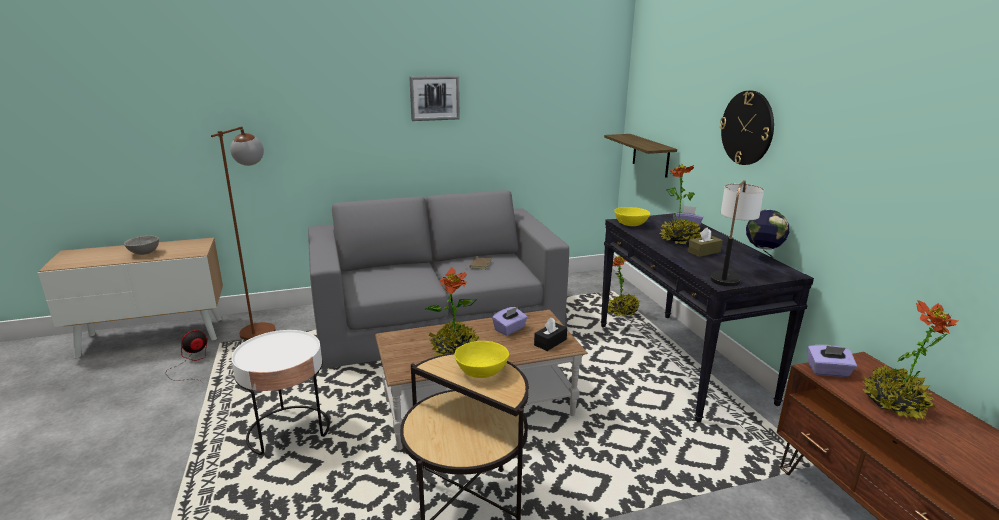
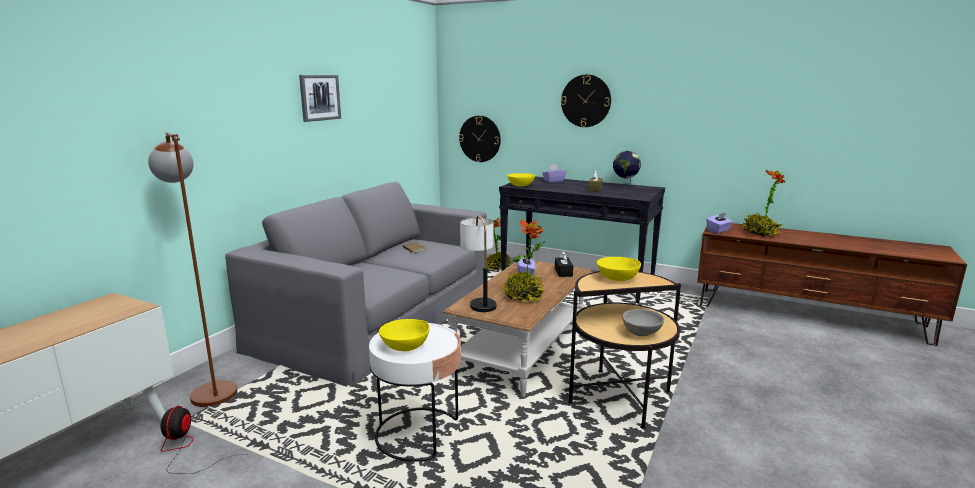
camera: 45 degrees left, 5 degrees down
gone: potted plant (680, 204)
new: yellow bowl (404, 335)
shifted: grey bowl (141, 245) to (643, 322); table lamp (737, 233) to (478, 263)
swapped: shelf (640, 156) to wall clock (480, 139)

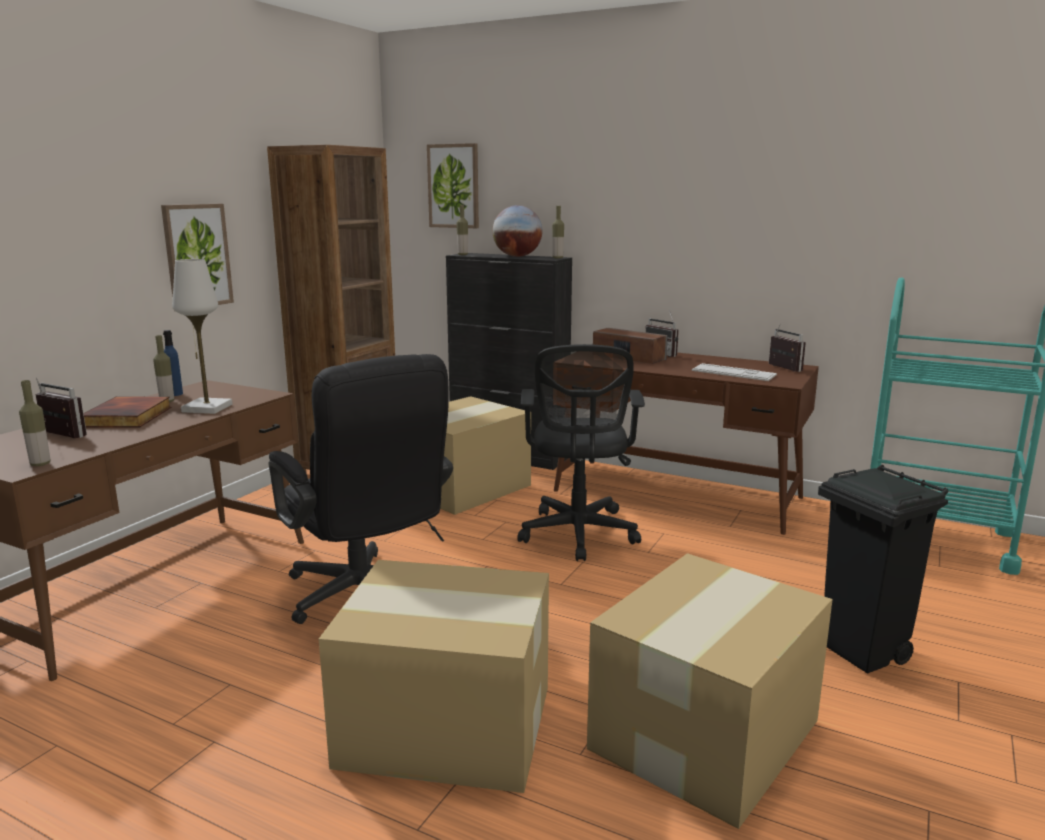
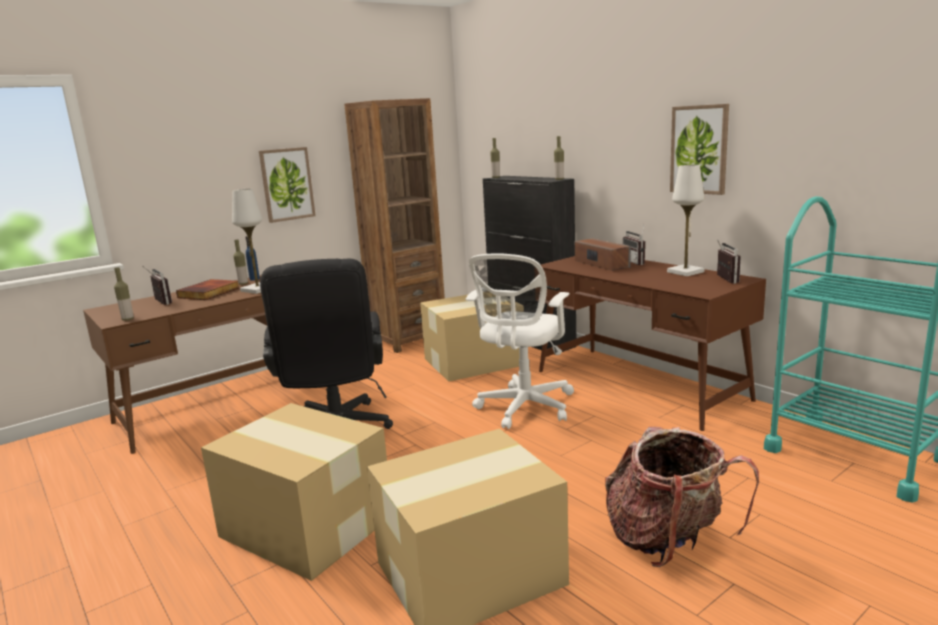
camera: 25 degrees right, 0 degrees up
gone: globe (517, 231); keyboard (734, 372)
new: white table lamp (685, 220)
shifted: picture (453, 185) to (699, 149)
swapped: black trash can (883, 569) to backpack (682, 497)
repainted: black office chair (581, 452) to white office chair (519, 341)

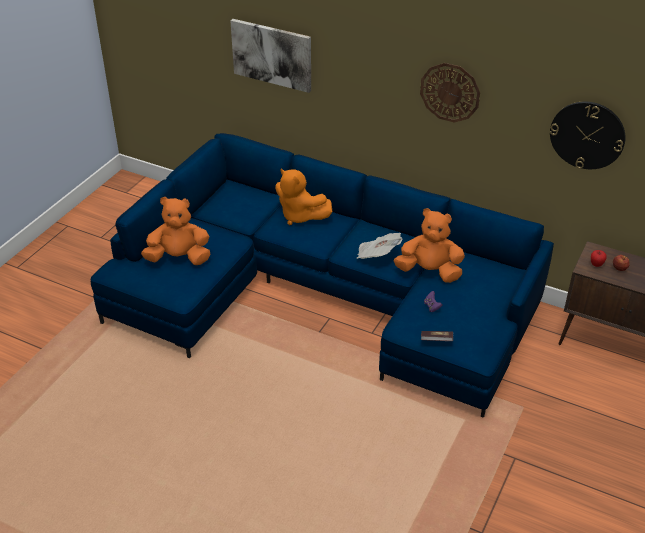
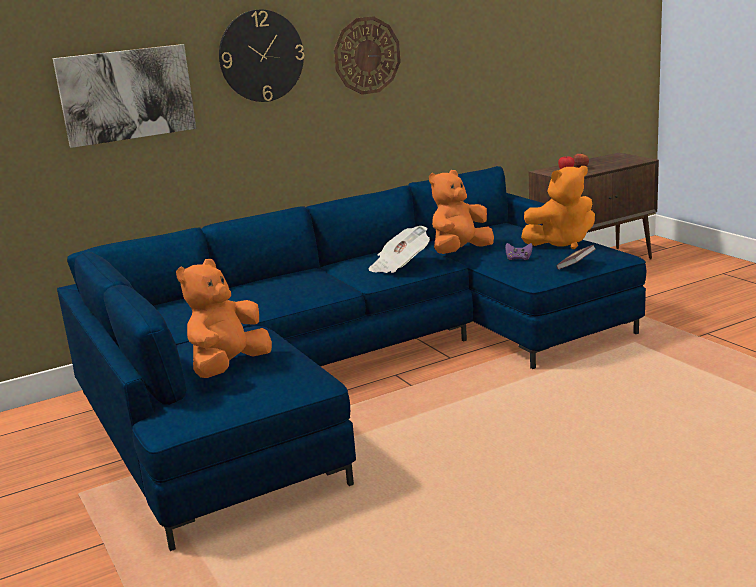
camera: 55 degrees left, 20 degrees down
shifted: orange plush toy (304, 197) to (558, 207); wall clock (587, 135) to (261, 56)

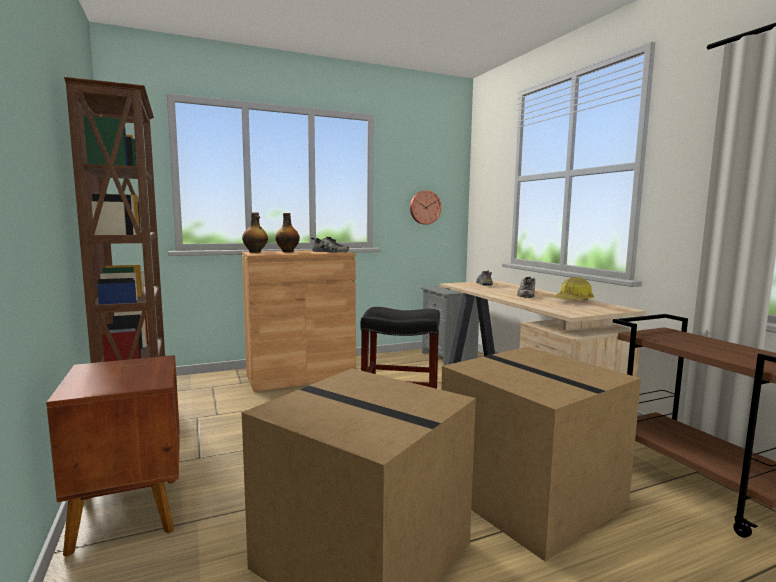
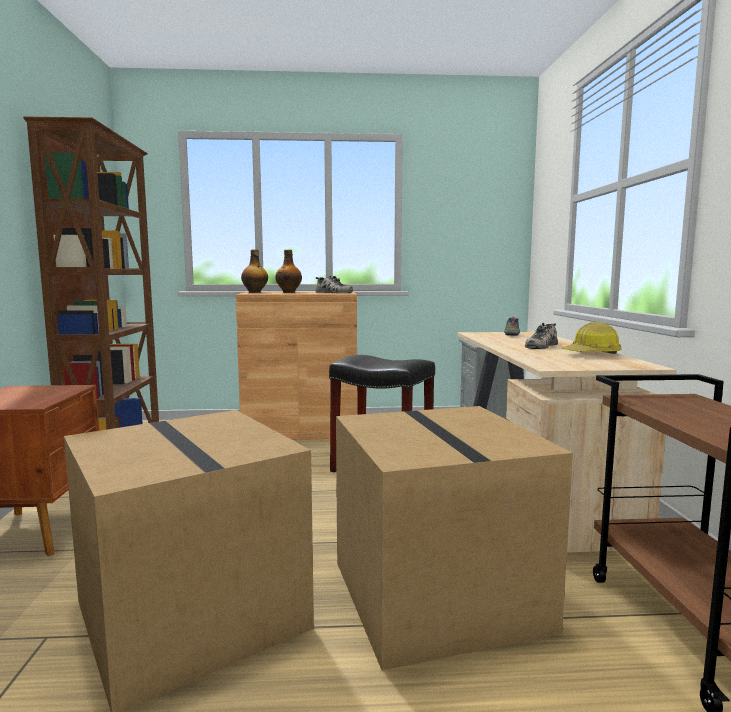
camera: 20 degrees right, 0 degrees up
gone: wall clock (425, 208)

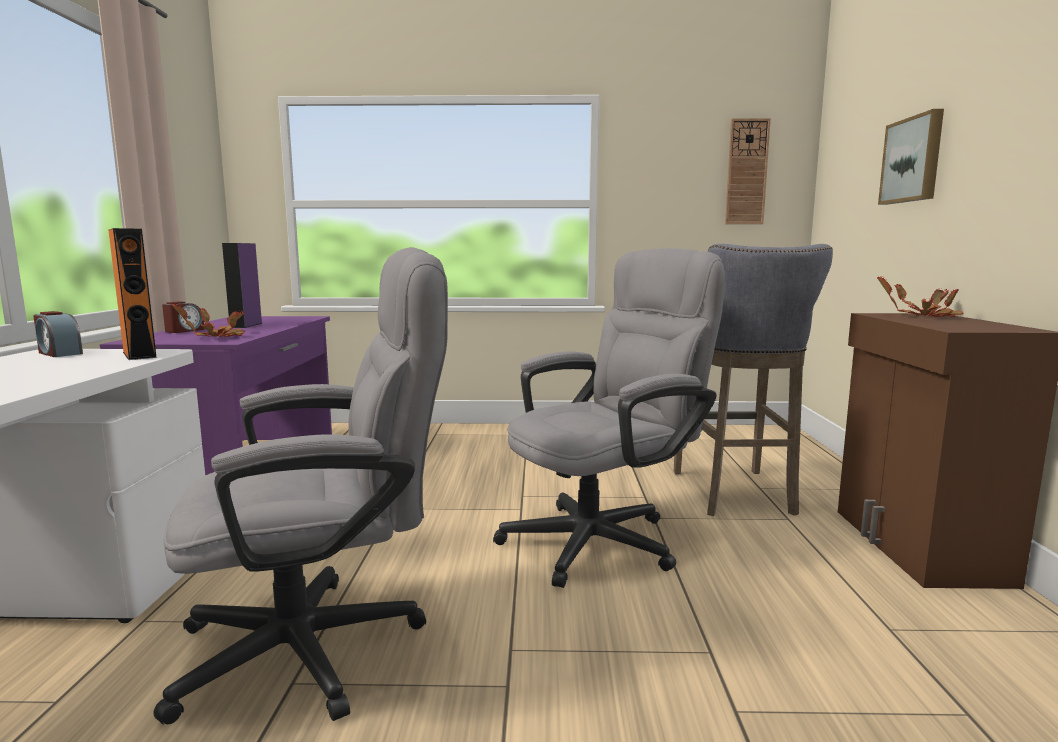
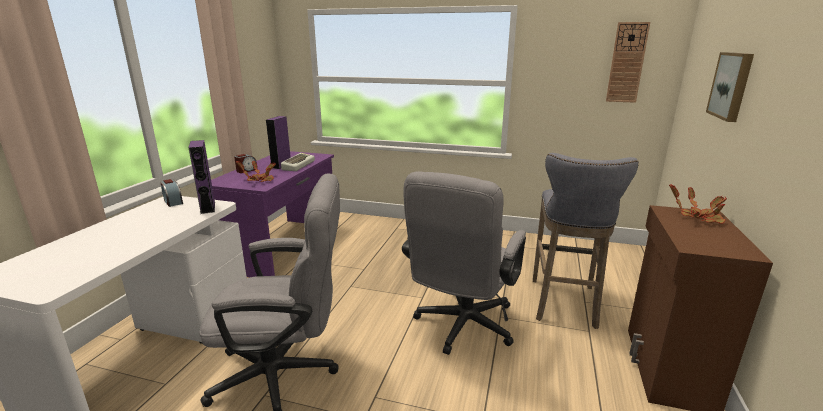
camera: 15 degrees right, 10 degrees up
new: keyboard (298, 162)
repainted: orange speaker (132, 294) to purple speaker (201, 177)
rotated: grey office chair (609, 418) = (464, 263) 135 degrees clockwise

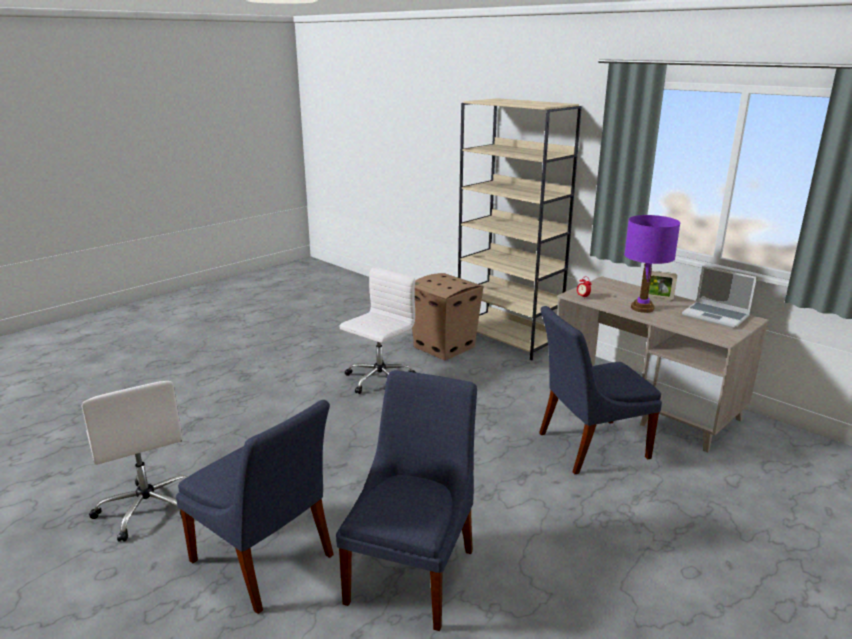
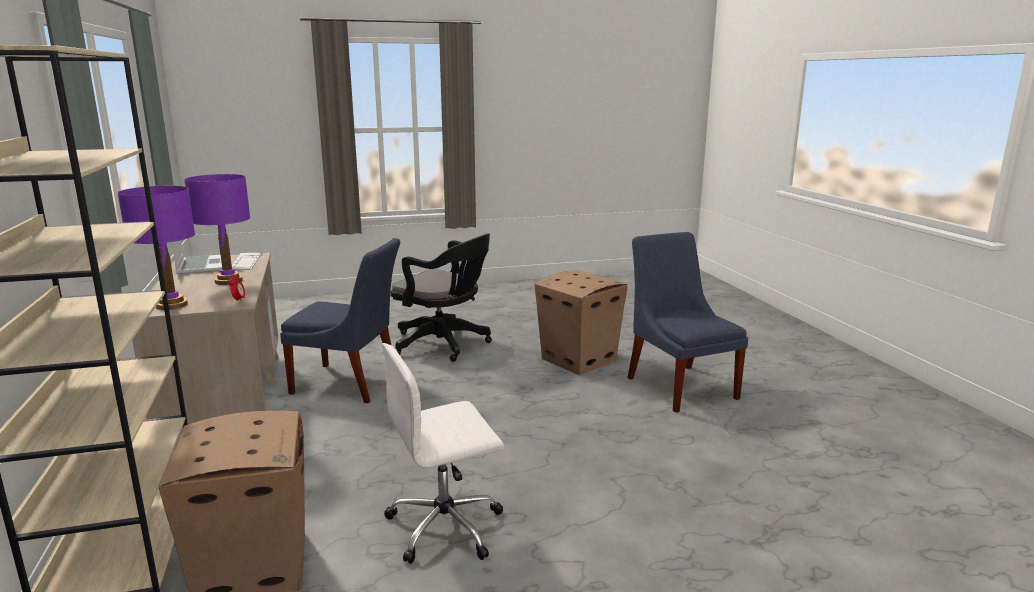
camera: 150 degrees left, 5 degrees down
gone: white office chair (135, 461); picture frame (662, 286)
new: purple table lamp (156, 248); keyboard (246, 261); black office chair (441, 298)
swapped: blue chair (406, 500) to cardboard box (581, 323)

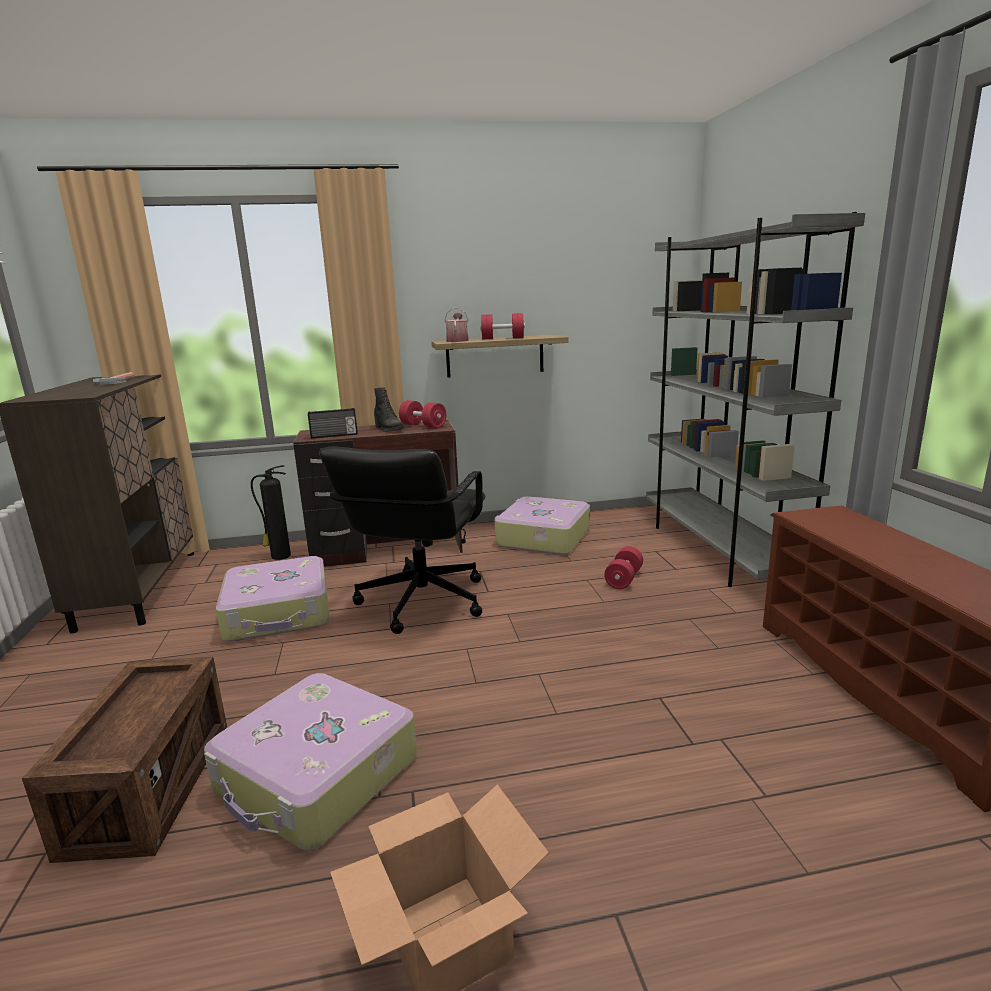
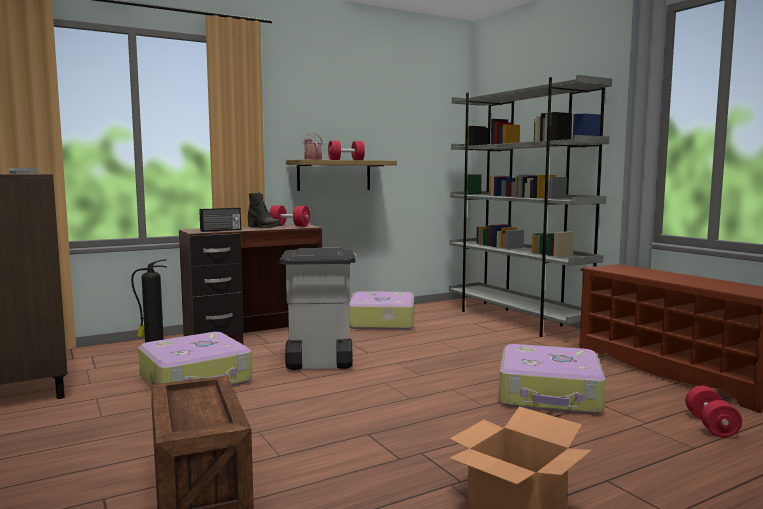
camera: 20 degrees left, 10 degrees down
shifted: suitcase (310, 761) to (552, 379); red dumbbell (623, 567) to (713, 412)
swapped: black office chair (402, 540) to grey trash can (318, 309)

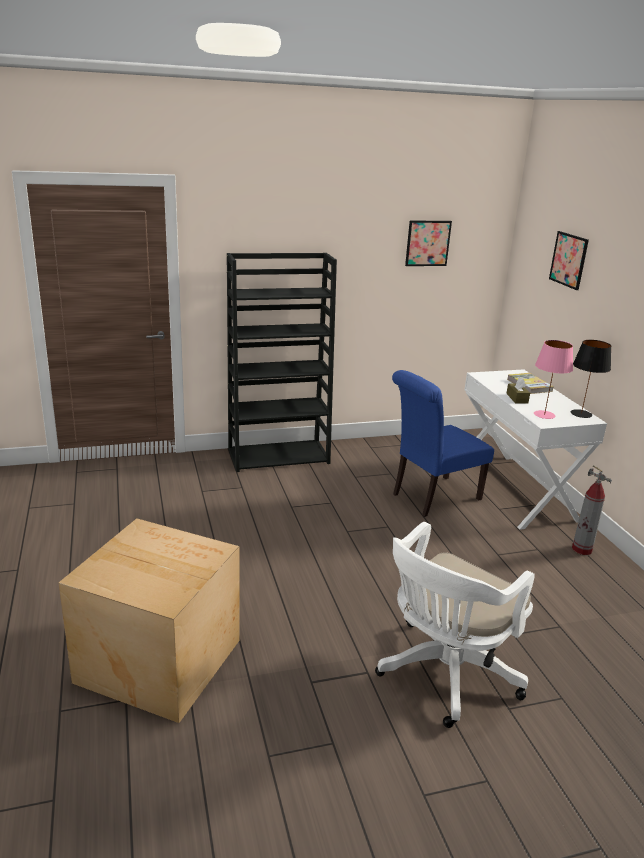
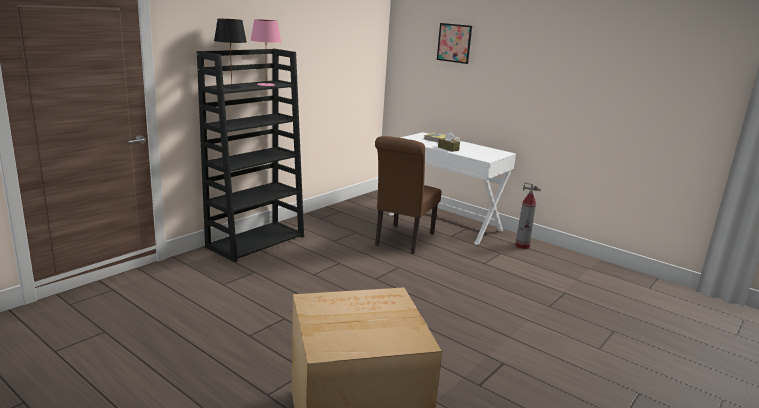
camera: 35 degrees left, 5 degrees down
gone: white office chair (455, 625); picture (428, 243)
shifted: pink table lamp (553, 379) to (266, 52); black table lamp (591, 379) to (230, 54)
repainted: blue chair (443, 443) to brown chair (408, 195)

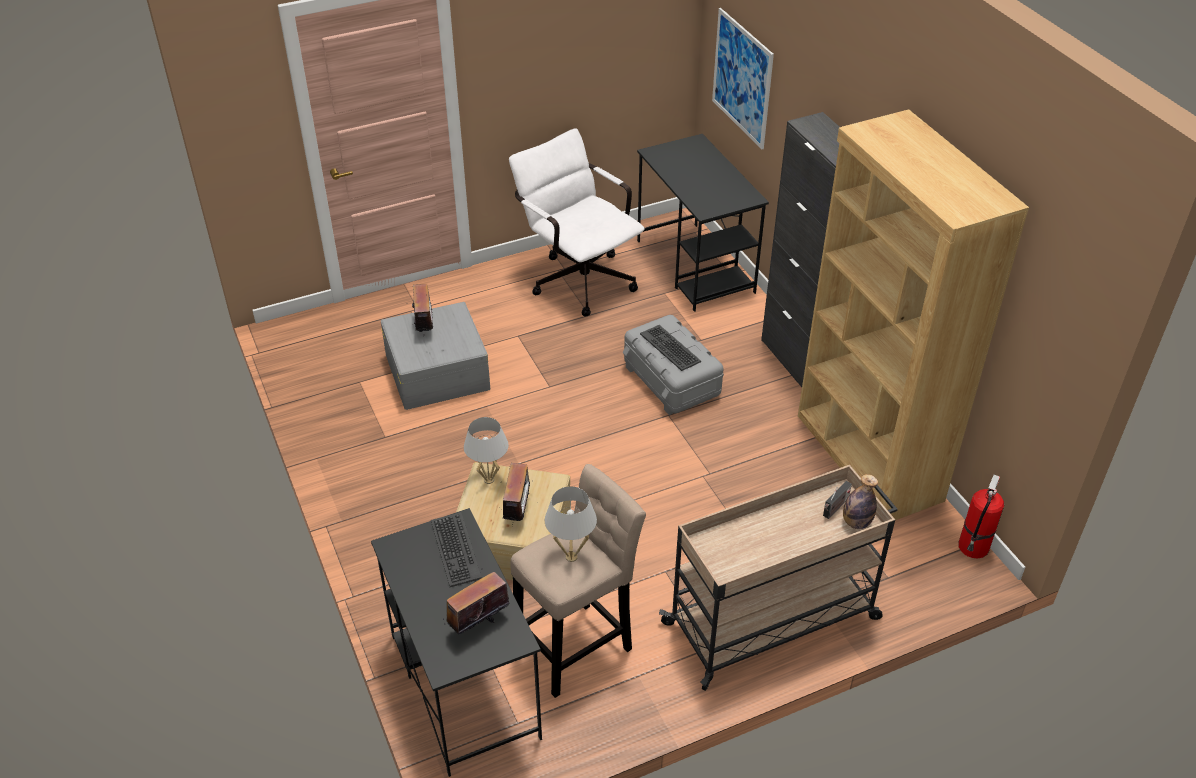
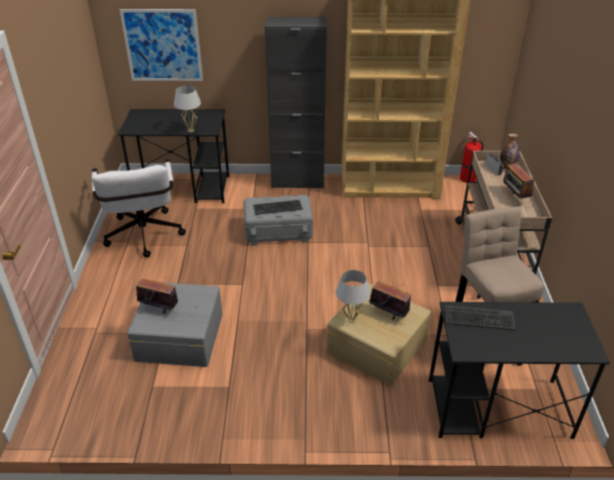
camera: 65 degrees left, 5 degrees down
shifted: radio (476, 603) to (518, 181); white table lamp (571, 524) to (187, 108)
rotated: white office chair (577, 223) = (139, 208) 90 degrees counterclockwise

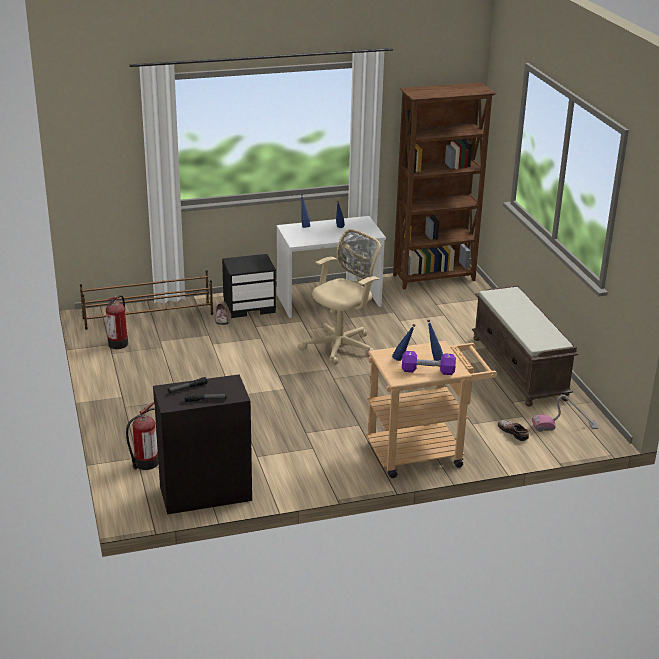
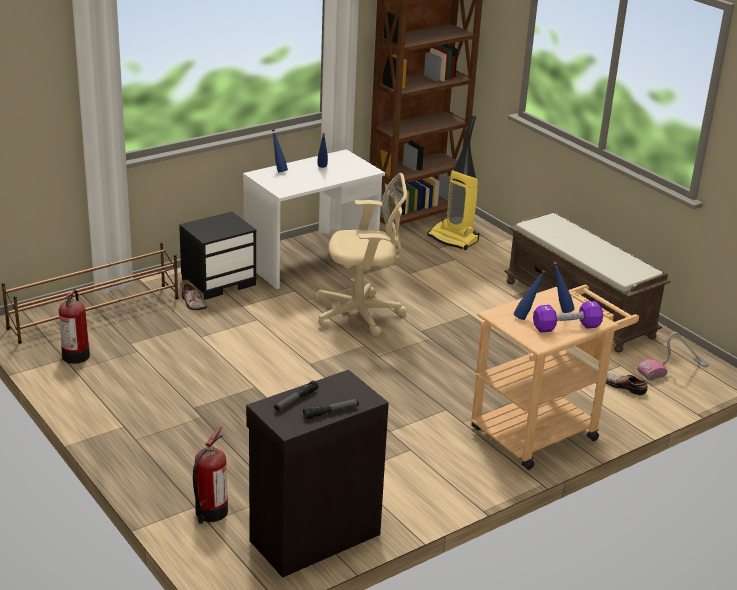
camera: 20 degrees left, 0 degrees up
new: vacuum cleaner (453, 182)
rotated: beige office chair (339, 297) = (360, 255) 60 degrees clockwise

